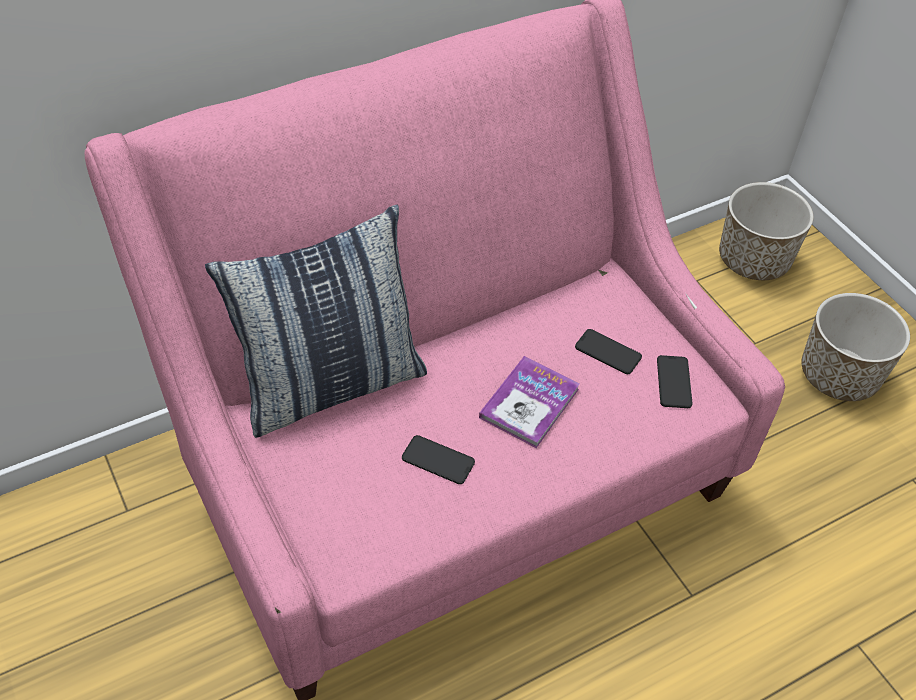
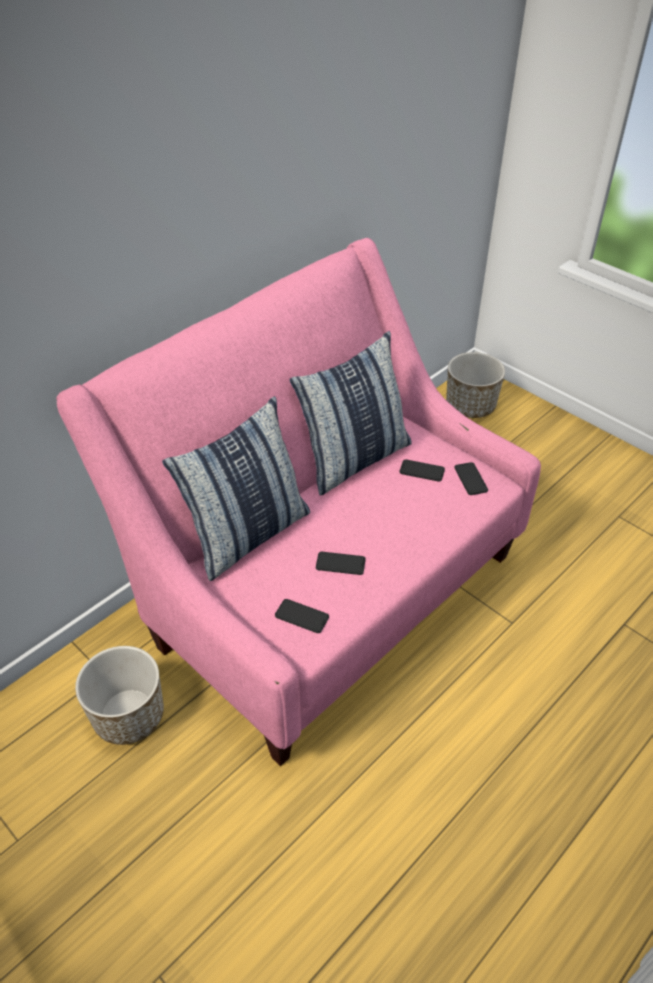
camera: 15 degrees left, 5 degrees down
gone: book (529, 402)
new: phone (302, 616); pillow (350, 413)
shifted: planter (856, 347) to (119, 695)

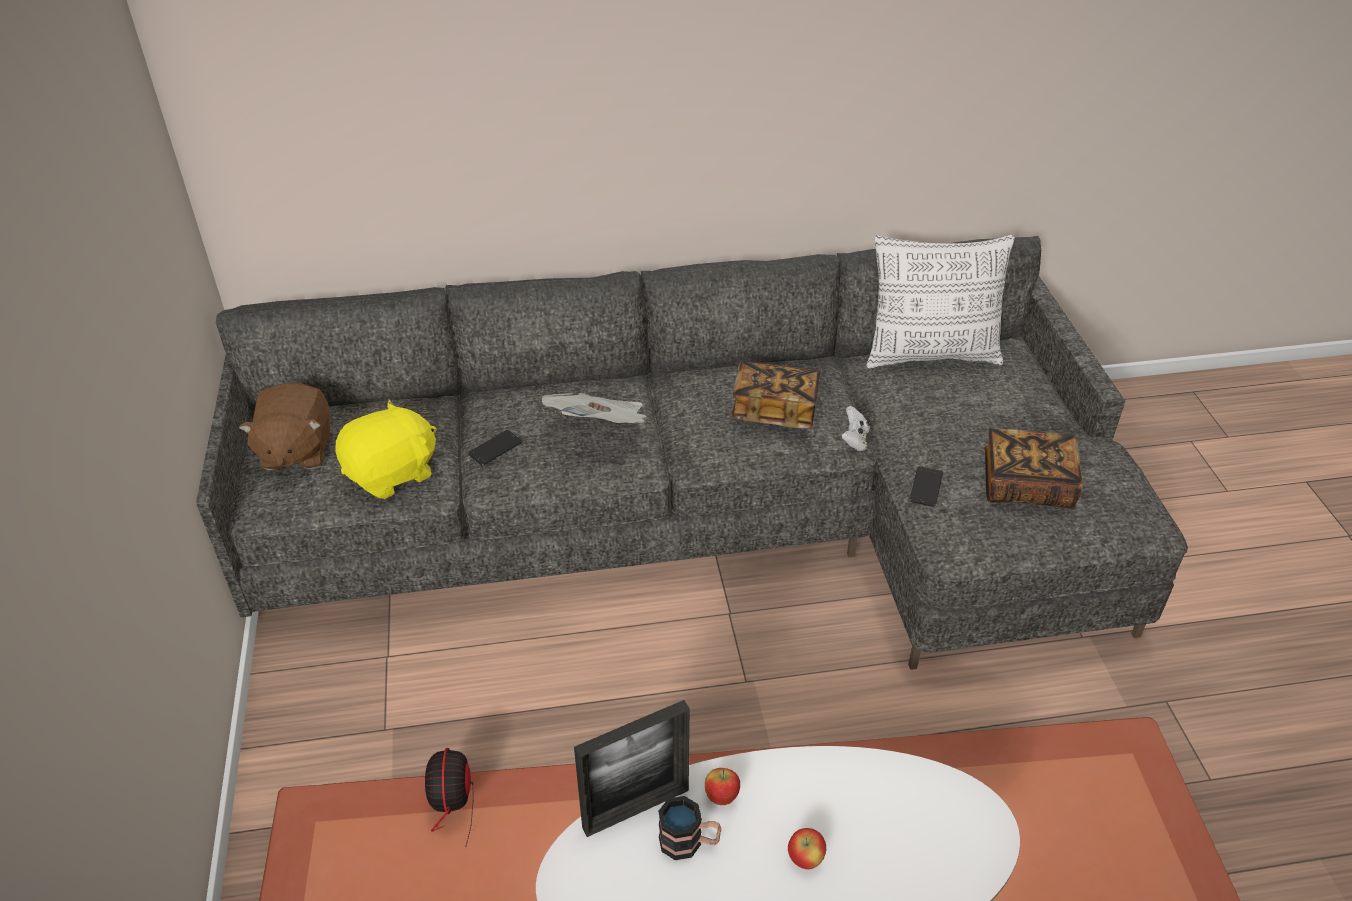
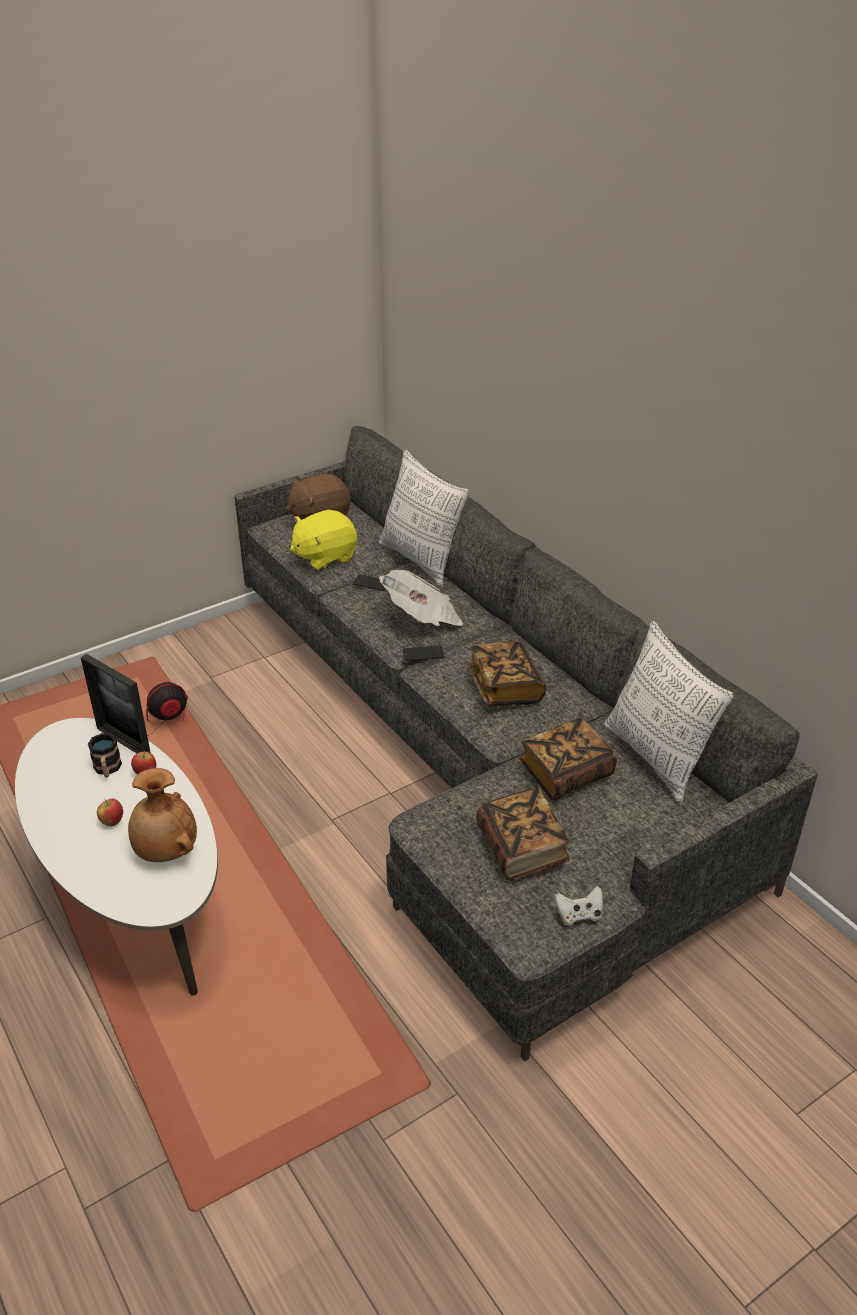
camera: 65 degrees right, 5 degrees down
new: brown vase (162, 815); pillow (424, 518); book (568, 759)
shifted: white game controller (856, 428) to (579, 905); phone (926, 486) to (423, 653)
rotated: yellow plush toy (386, 449) = (323, 540) 120 degrees clockwise

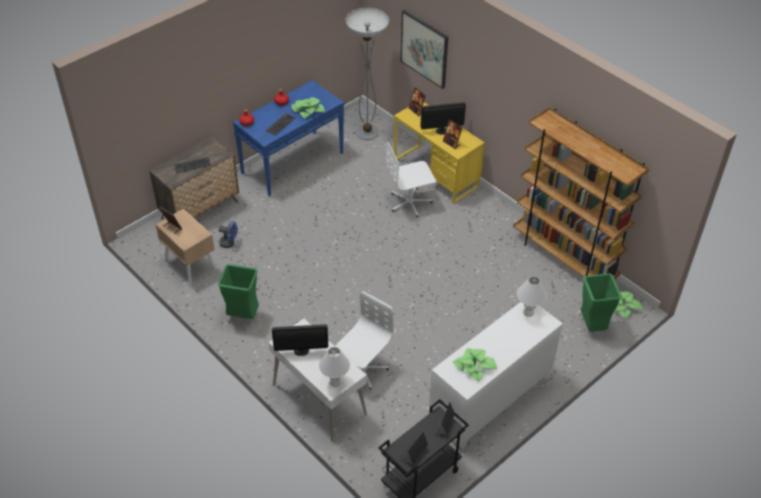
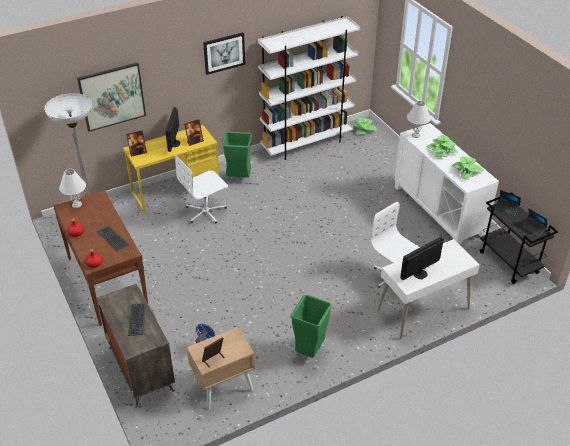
camera: 75 degrees left, 5 degrees down
new: picture (224, 53)
shifted: potted plant (308, 108) to (442, 146); white table lamp (334, 367) to (72, 188); green trash can (601, 303) to (237, 154)
repainted: blue console table (288, 138) to brown console table (100, 258); brown bookcase (581, 193) to white bookcase (309, 88)
rotated: monitor (300, 340) = (422, 258) 135 degrees counterclockwise; white office chair (410, 179) = (202, 189) 60 degrees clockwise

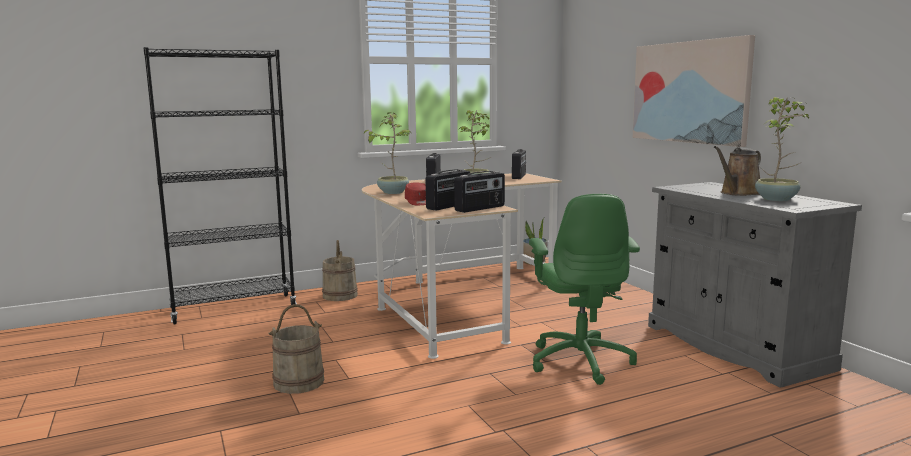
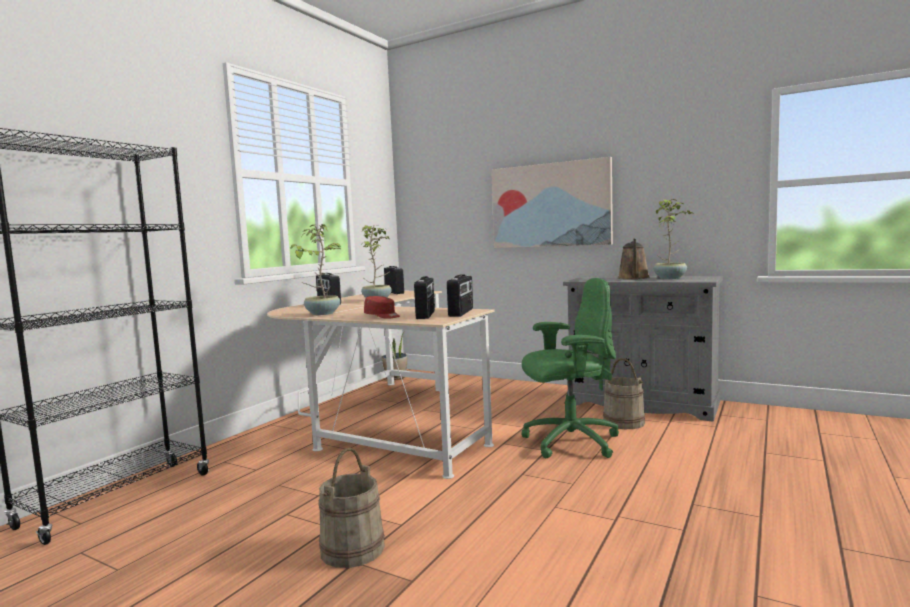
camera: 35 degrees left, 5 degrees down
shifted: beige bucket (340, 270) to (624, 393)
rotated: green office chair (584, 289) = (570, 368) 60 degrees counterclockwise

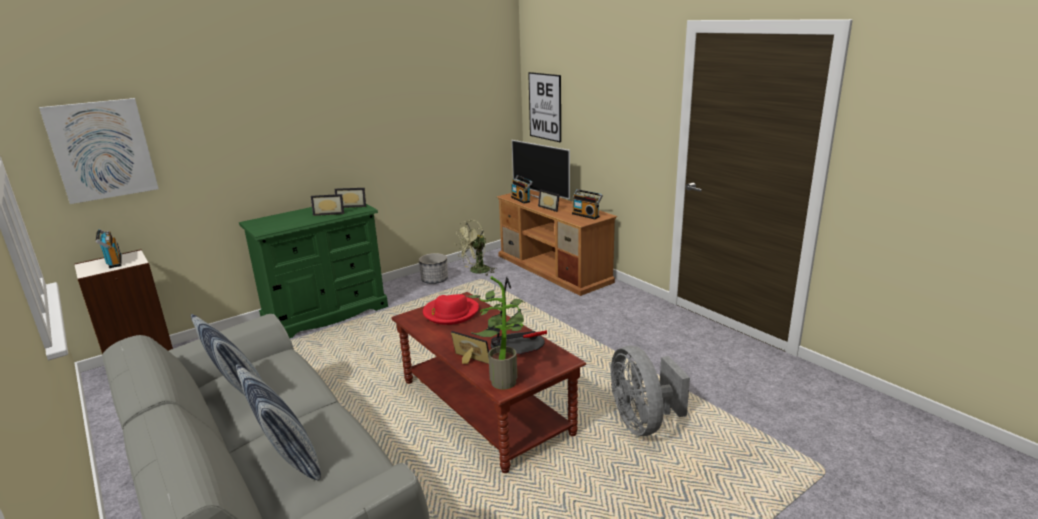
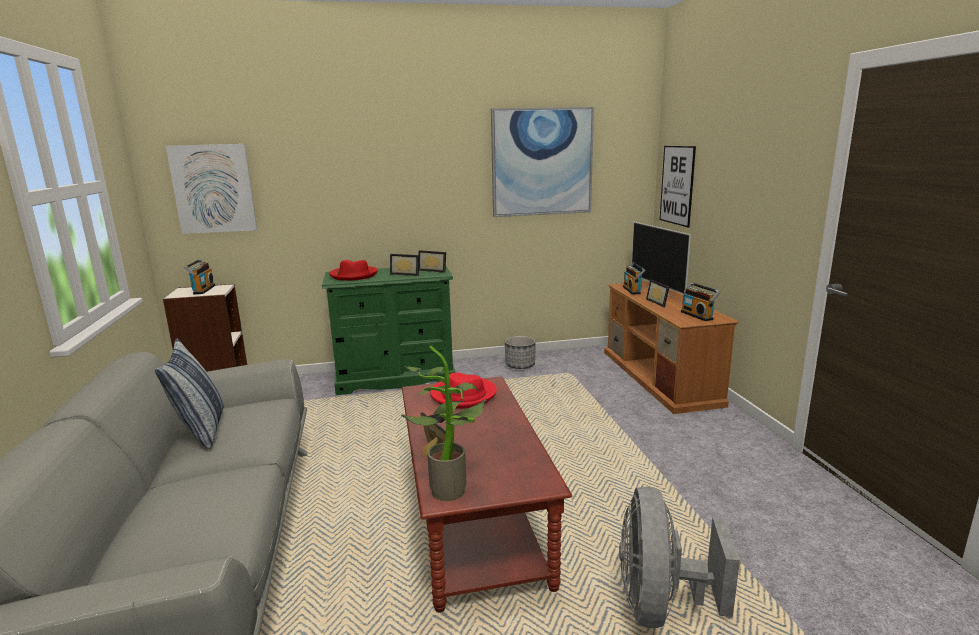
camera: 25 degrees right, 5 degrees down
gone: pillow (278, 422); green fan (476, 248); table lamp (519, 315)
new: red hat (353, 270); picture (542, 162)

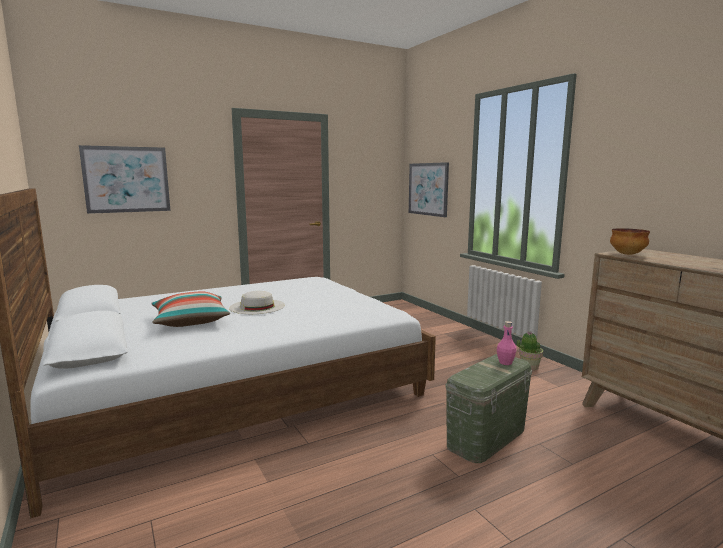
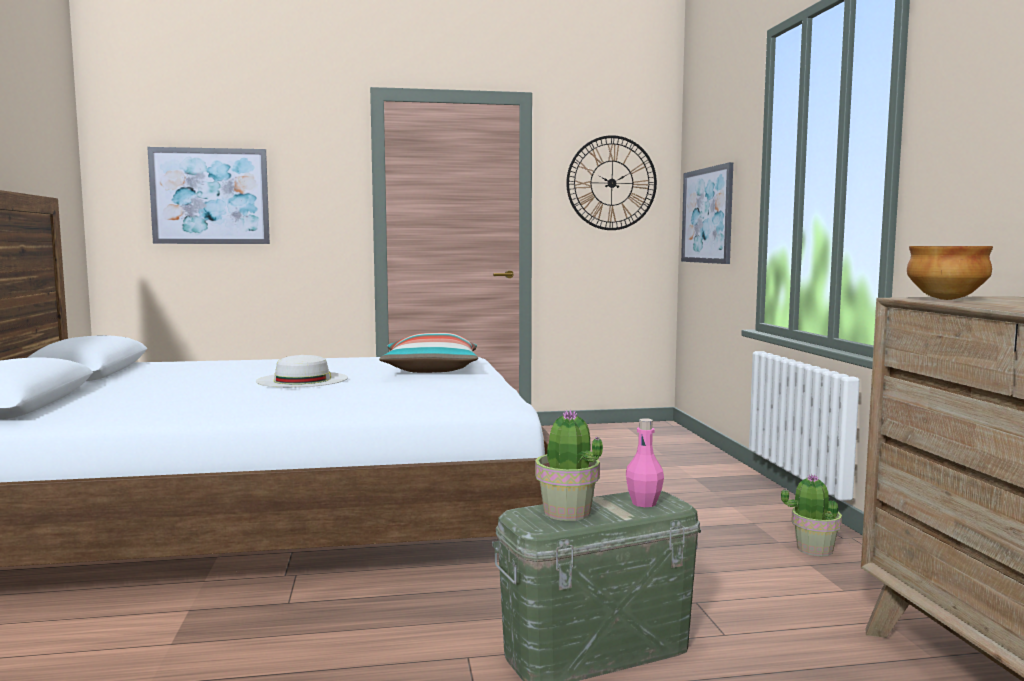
camera: 20 degrees right, 5 degrees down
new: potted plant (569, 465); wall clock (611, 182)
shifted: pillow (190, 309) to (428, 353)

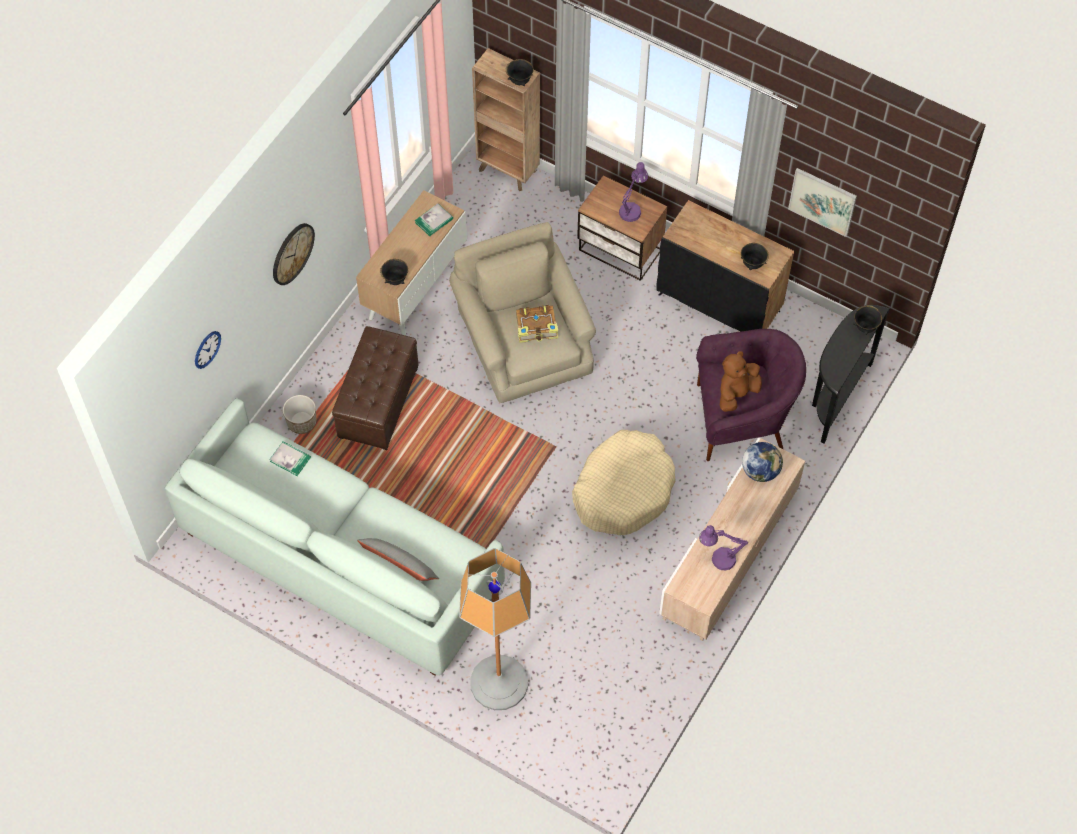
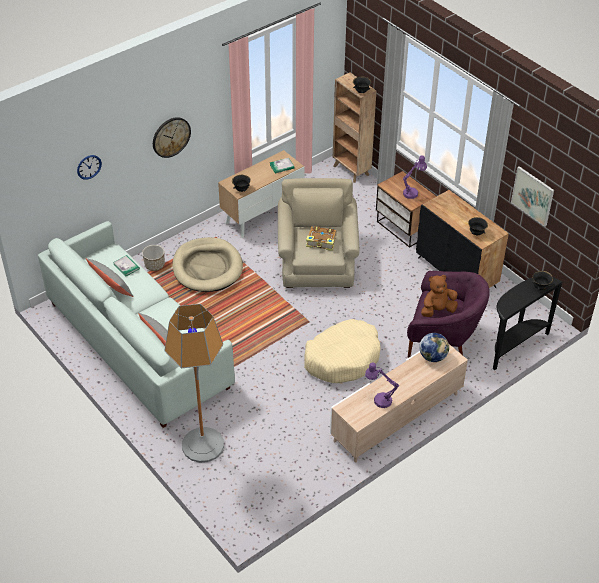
camera: 20 degrees right, 15 degrees down
new: grey pillow (110, 277)
swapped: brown ottoman (375, 388) to beige dog bed (207, 264)

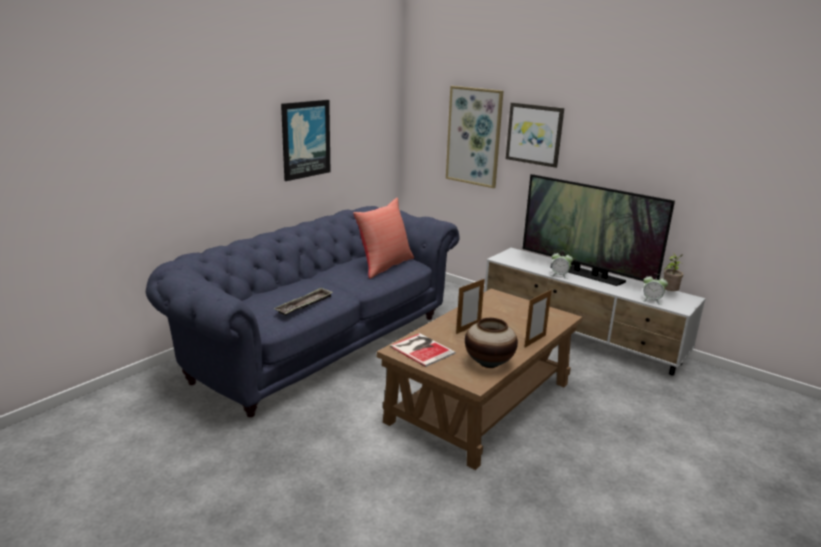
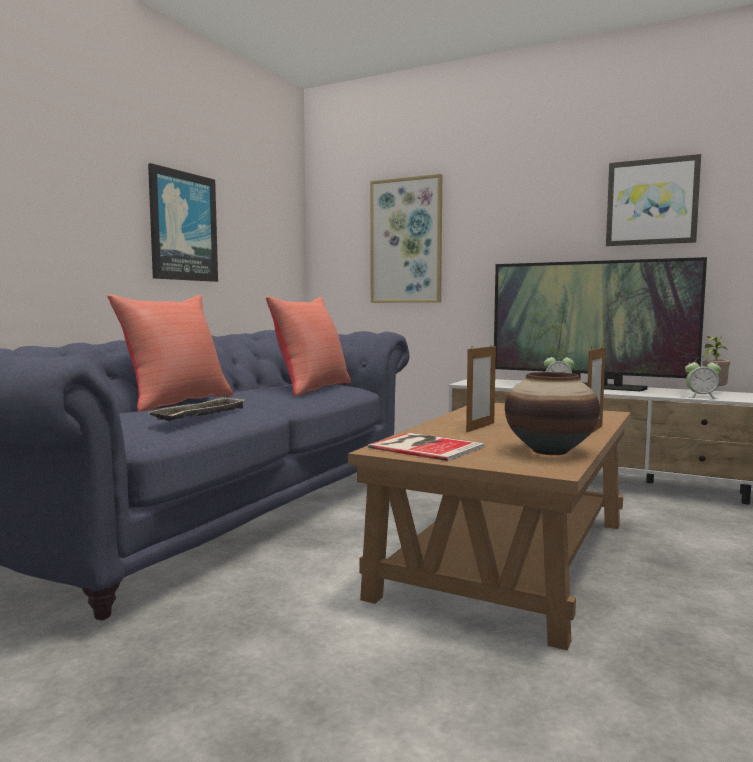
camera: 10 degrees left, 15 degrees down
new: red pillow (170, 353)
shifted: picture (535, 135) to (653, 200)

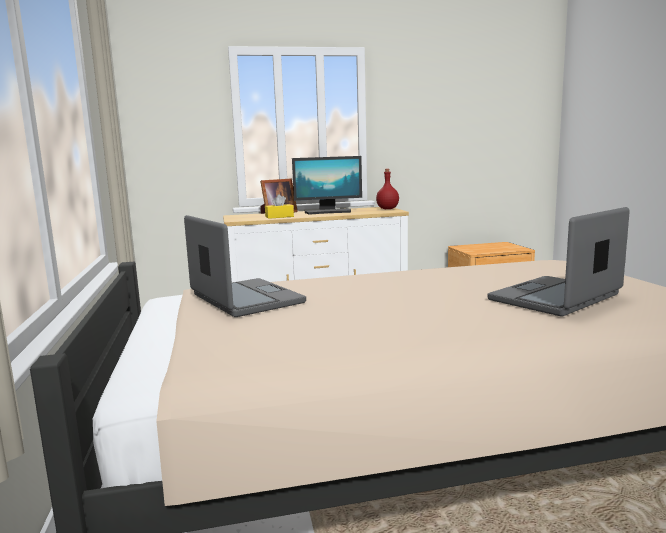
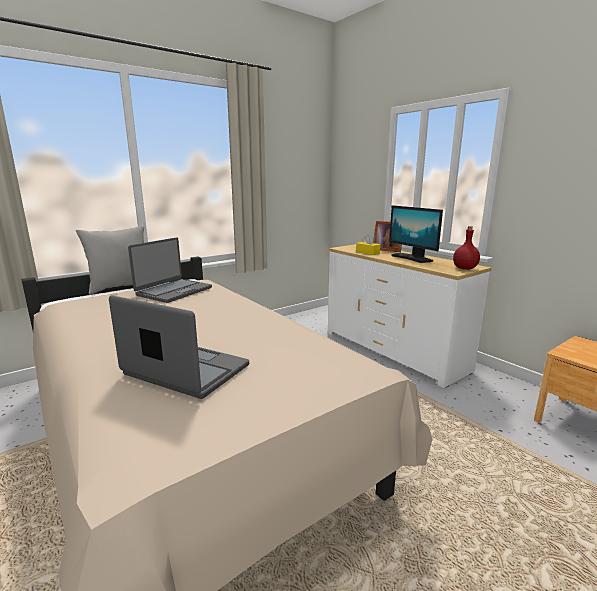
camera: 65 degrees right, 5 degrees up
new: grey pillow (110, 260)

